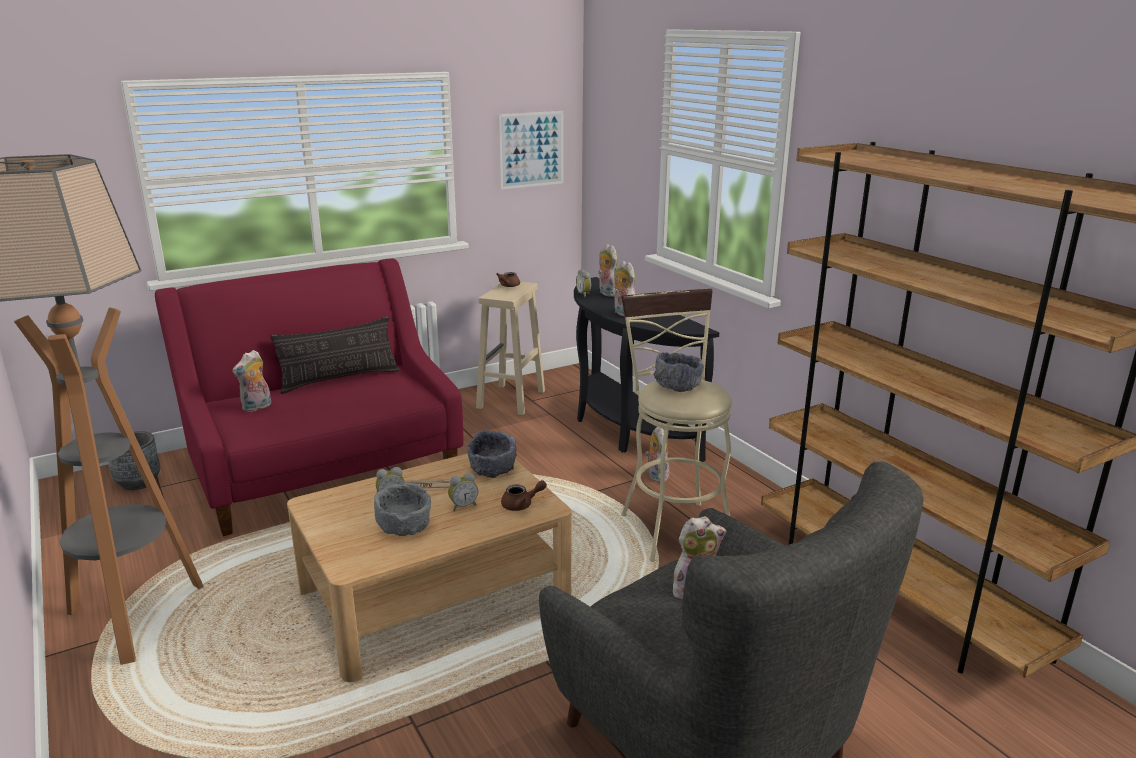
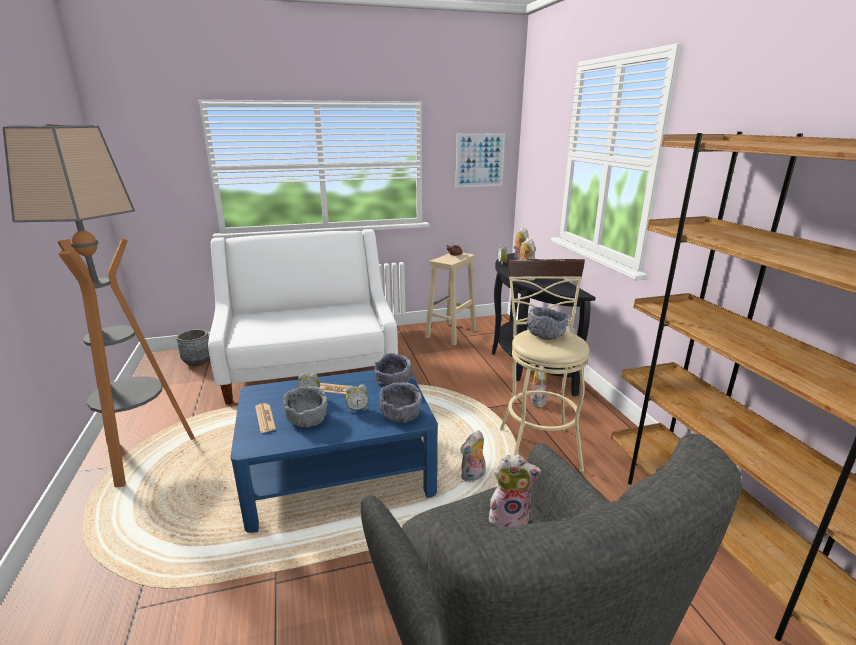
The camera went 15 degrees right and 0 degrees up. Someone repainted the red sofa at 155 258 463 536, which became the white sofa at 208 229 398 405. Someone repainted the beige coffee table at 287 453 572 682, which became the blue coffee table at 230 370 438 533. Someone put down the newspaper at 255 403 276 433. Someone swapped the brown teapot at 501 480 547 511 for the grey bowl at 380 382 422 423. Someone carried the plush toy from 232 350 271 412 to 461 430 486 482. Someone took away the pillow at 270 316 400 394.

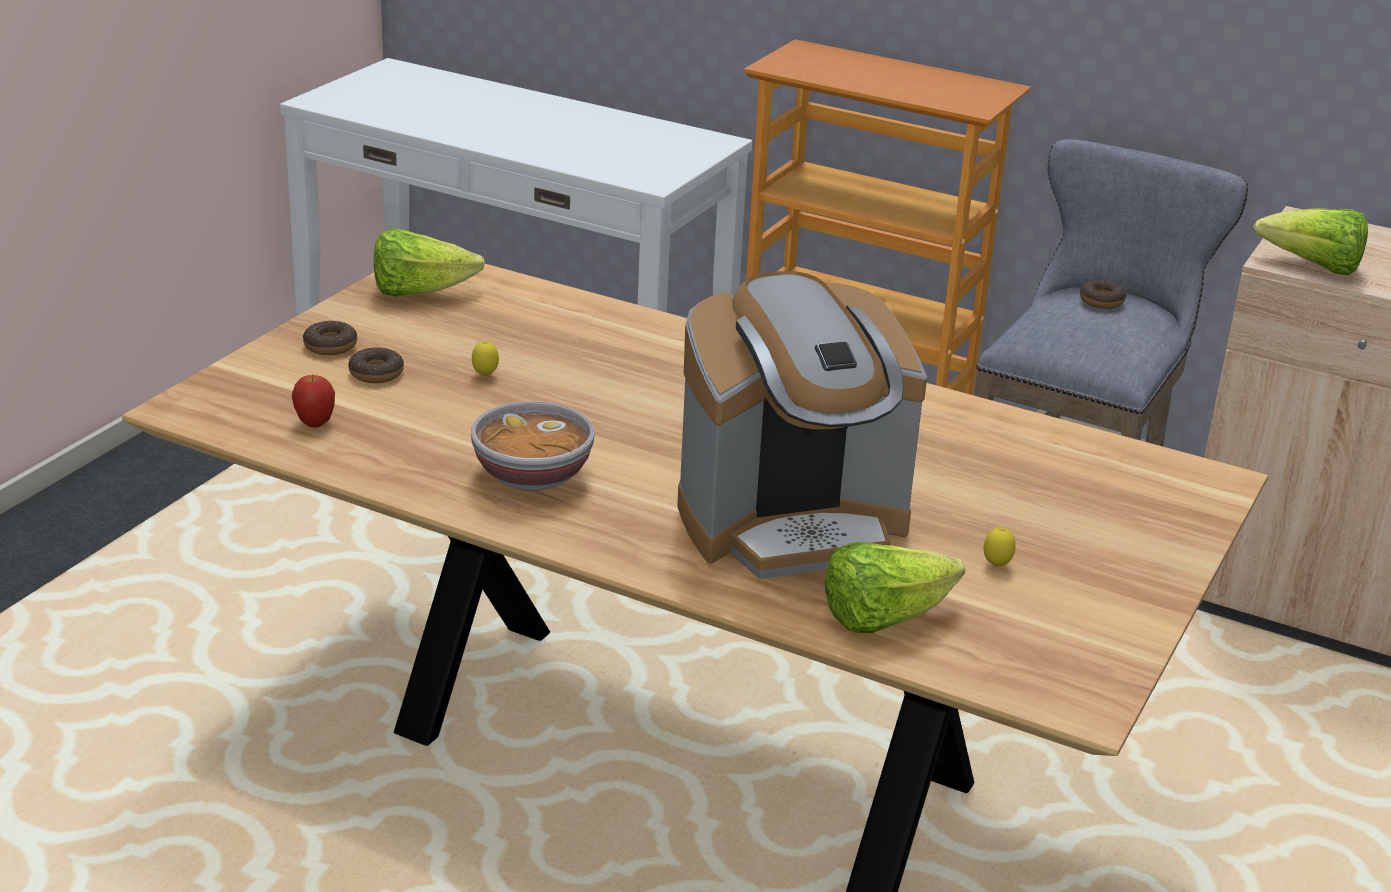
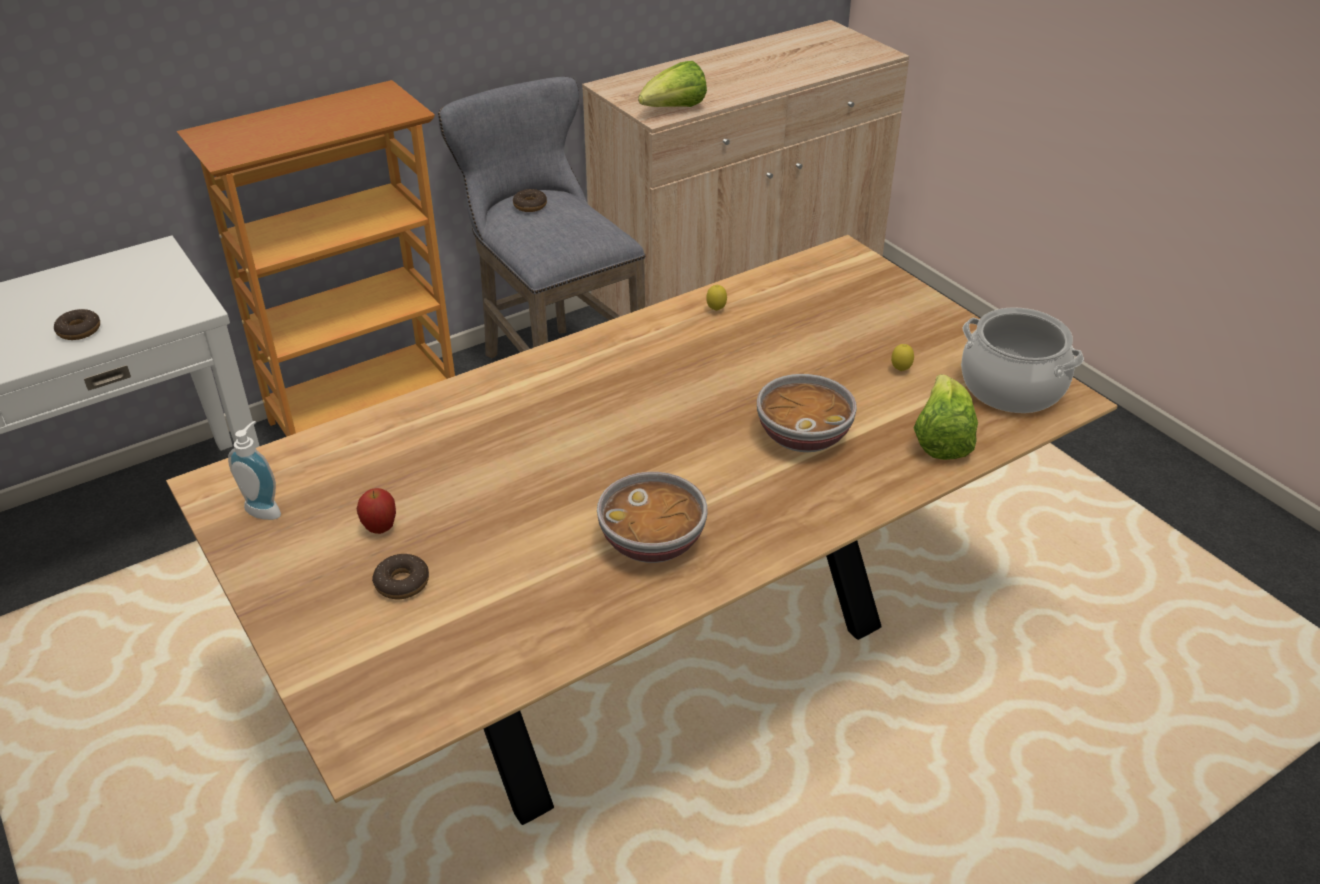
The camera went 60 degrees left and 10 degrees up. Someone carried the donut from 303 321 357 355 to 54 309 100 340. Someone swapped the lettuce at 374 228 485 297 for the soap dispenser at 228 421 281 520. Someone carried the apple from 292 374 335 427 to 357 488 396 534. Someone carried the lemon from 472 341 499 376 to 706 285 727 311. Someone swapped the coffee machine at 677 271 927 579 for the bowl at 757 374 857 452. Someone put down the cooking pot at 961 307 1084 413.

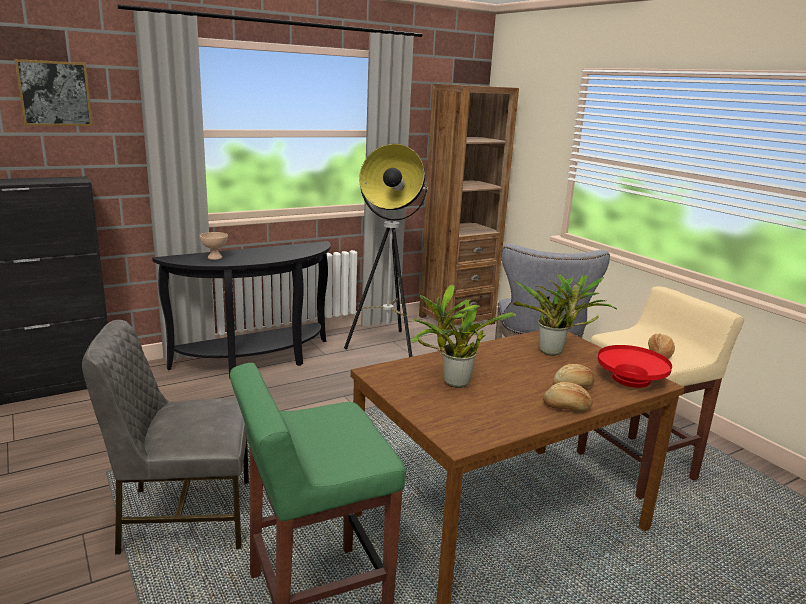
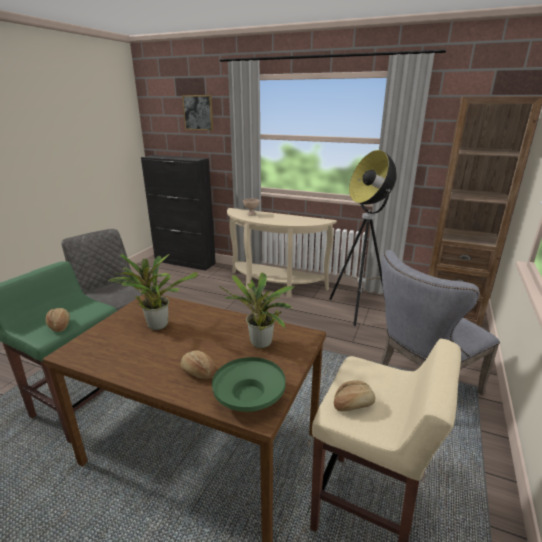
The camera went 55 degrees right and 5 degrees up. Someone carried the bread from 543 382 593 411 to 45 308 70 332. Someone repainted the red bowl at 598 345 672 388, which became the green bowl at 212 357 286 412. Someone repainted the black console table at 152 241 331 379, which became the beige console table at 227 208 337 298.

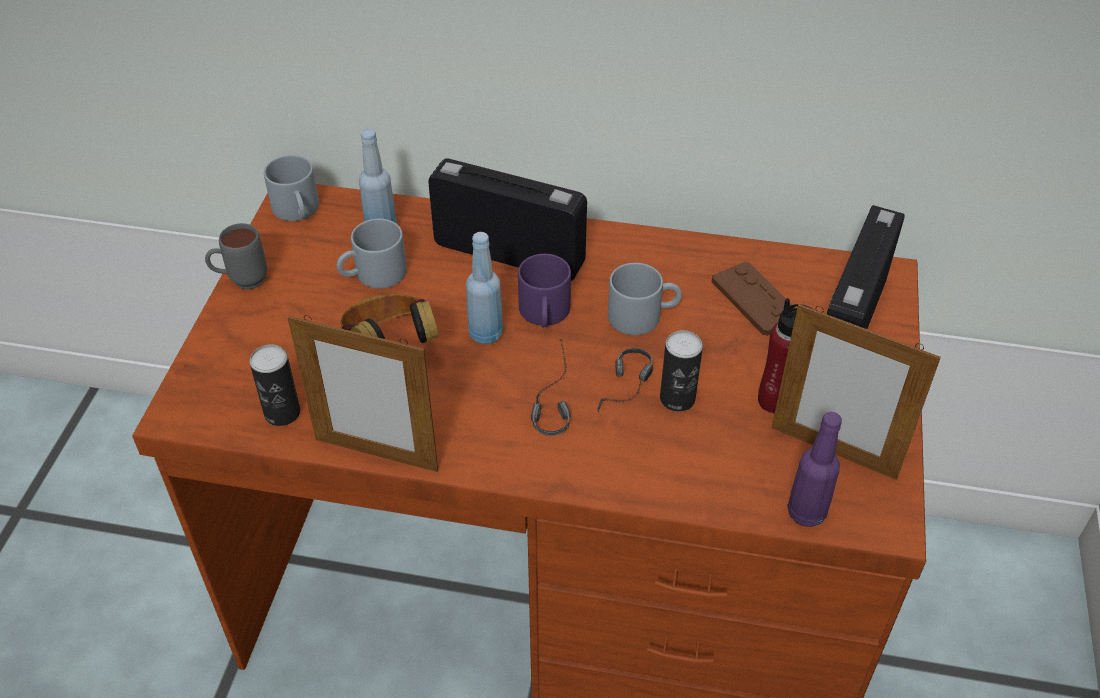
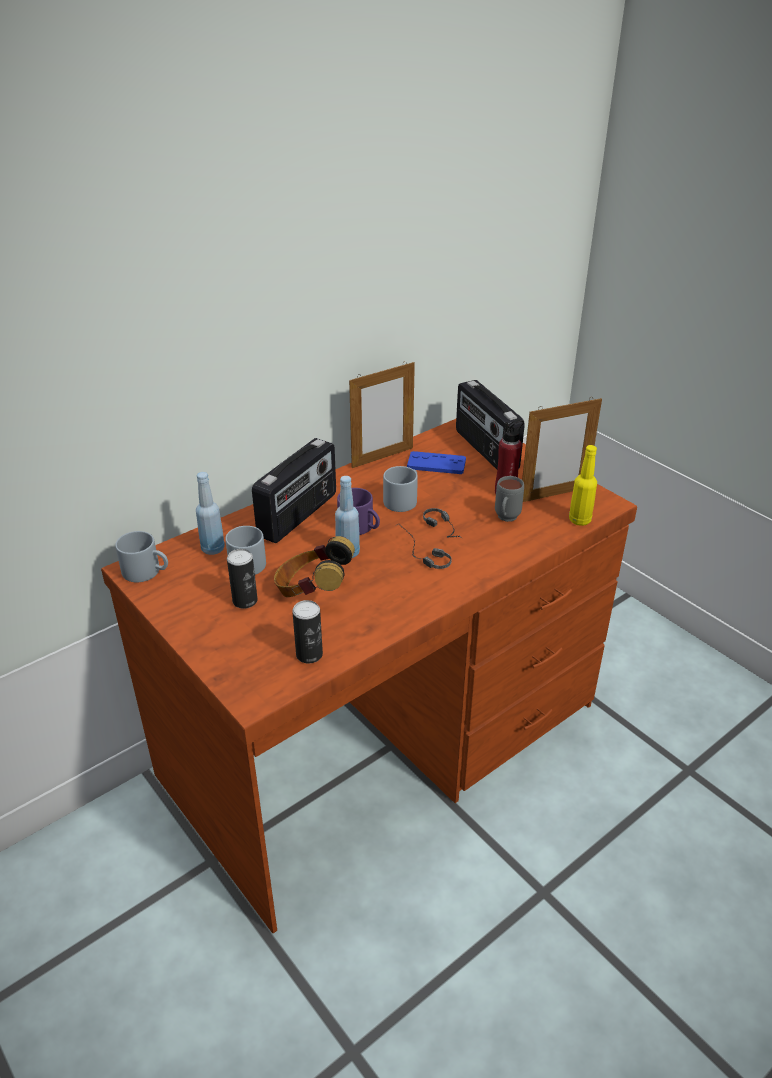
The camera went 50 degrees left and 10 degrees down. Someone carried the can from 660 330 703 412 to 227 549 258 609. Someone rotated the radio at 428 159 587 281 by 150 degrees clockwise. Someone carried the picture frame from 287 315 438 472 to 349 361 415 468. Someone repainted the brown game controller at 712 261 795 336, which became the blue game controller at 407 451 466 474. Someone carried the grey mug from 205 223 267 290 to 495 476 524 522. Someone repainted the purple bottle at 787 412 842 527, which became the yellow bottle at 569 445 597 526.

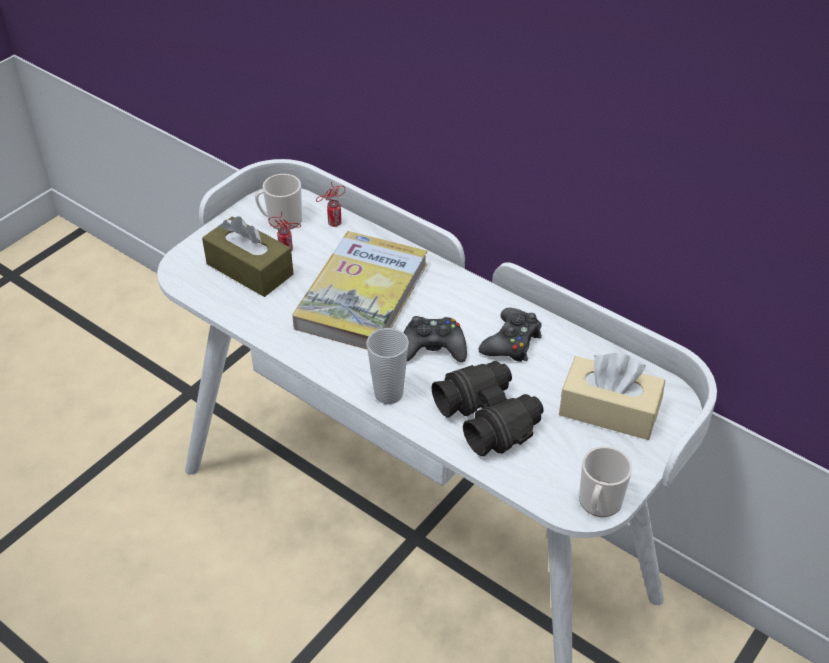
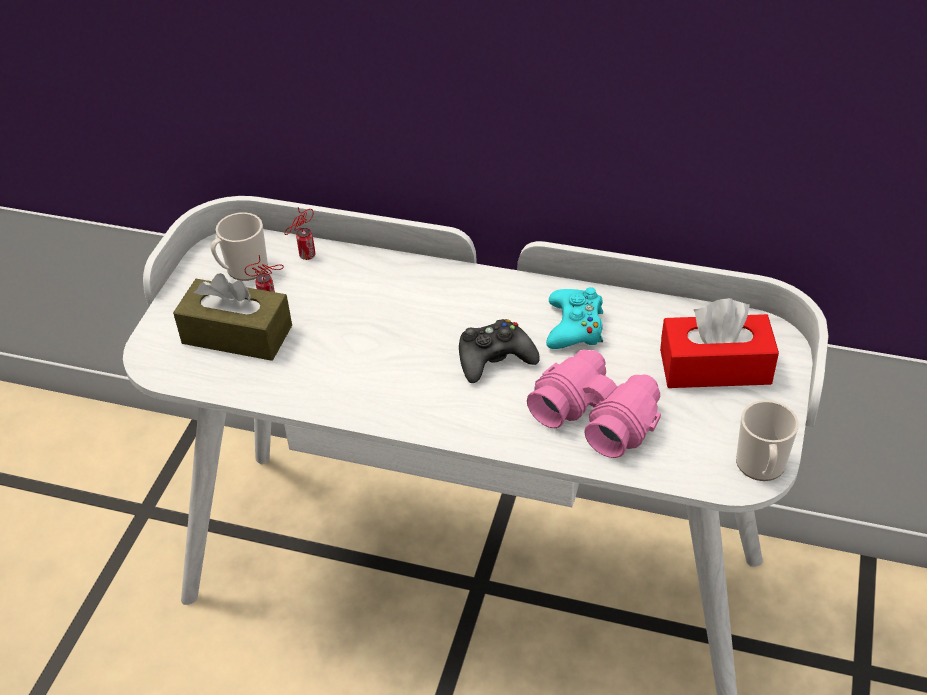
The camera went 20 degrees left and 0 degrees up. Someone repainted the black binoculars at 432 361 544 456, which became the pink binoculars at 527 350 661 458. Someone repainted the black game controller at 478 308 542 362, which became the turquoise game controller at 546 287 603 349. Someone repainted the beige tissue box at 559 353 665 440, which became the red tissue box at 660 298 779 388. Someone took away the book at 292 231 427 349. Someone took away the cup at 366 328 409 404.

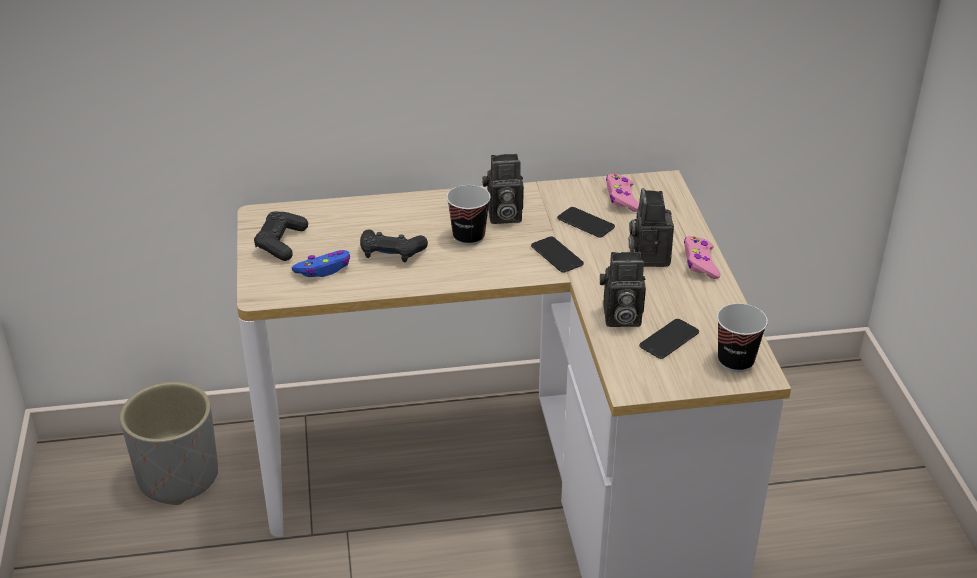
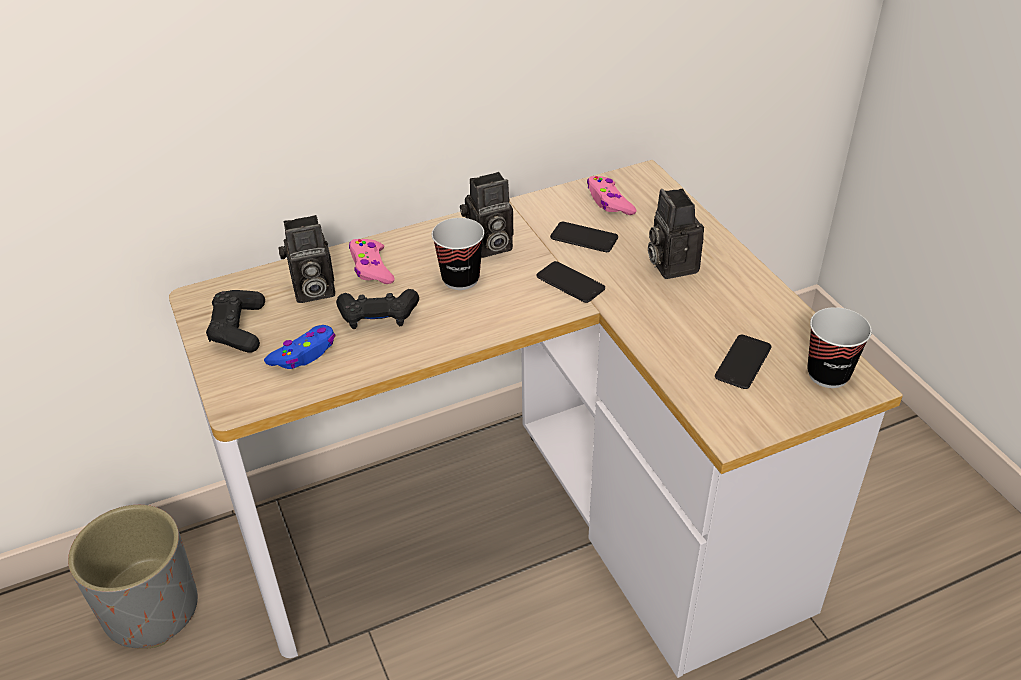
The camera went 15 degrees left and 5 degrees up. Someone carried the photo camera from 599 252 646 327 to 278 215 335 303. Someone carried the pink game controller from 684 236 720 279 to 349 239 394 284.

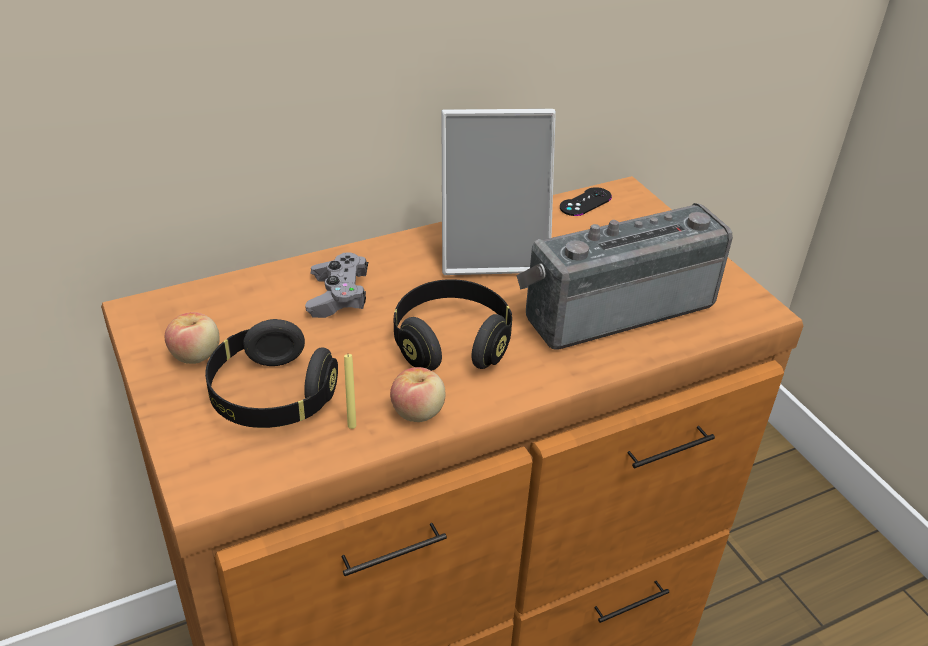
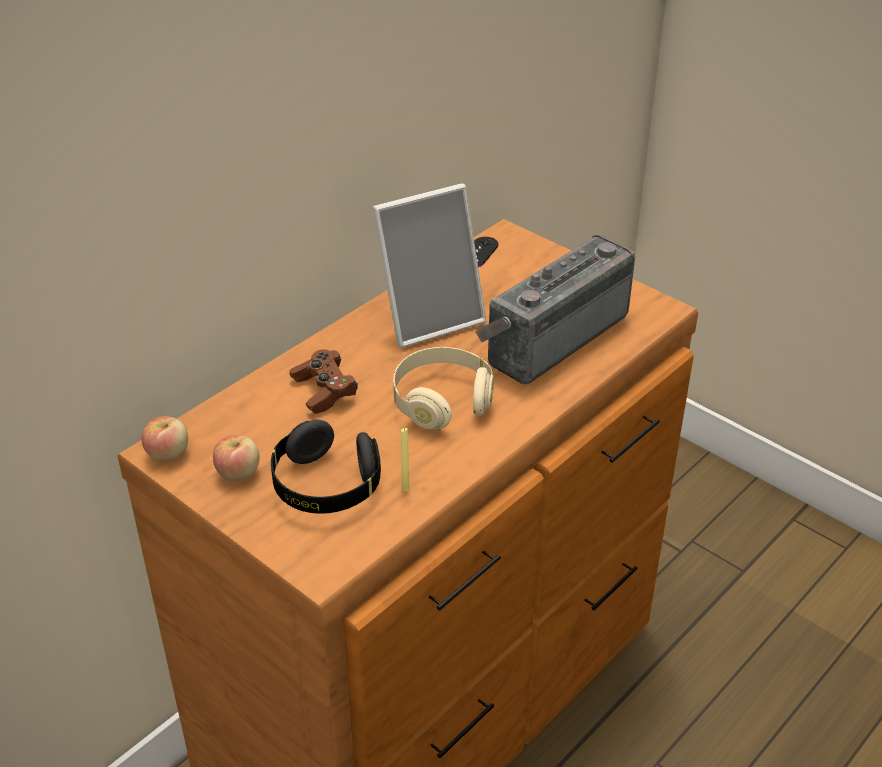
The camera went 20 degrees left and 0 degrees up. Someone carried the apple from 390 367 445 422 to 142 416 188 462. Someone repainted the grey game controller at 305 252 368 318, which became the brown game controller at 289 349 358 414. Someone repainted the black headphones at 394 279 512 371, which became the beige headphones at 393 347 494 430.

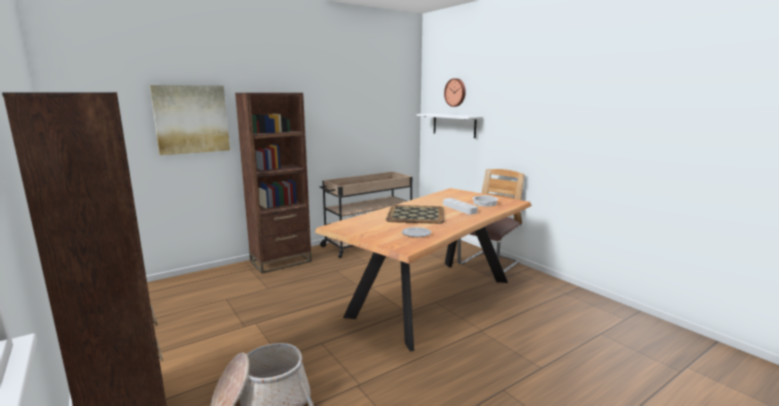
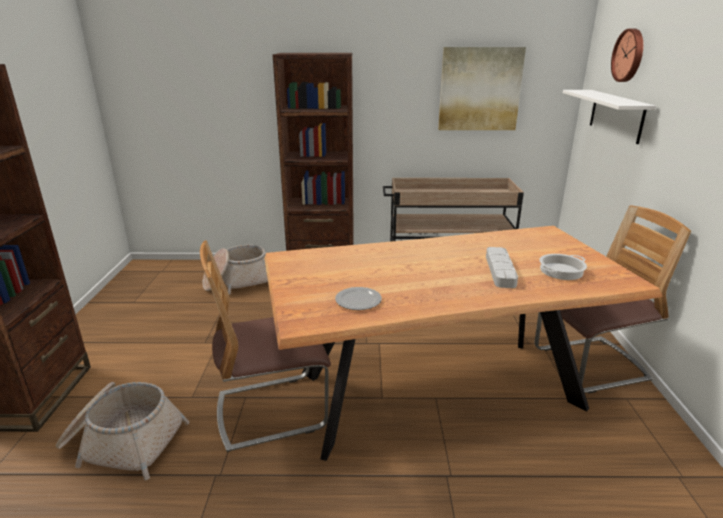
The camera went 35 degrees right and 10 degrees up. Someone put down the chair at 200 240 331 452. Someone put down the basket at 202 245 268 294. Someone carried the picture from 150 85 230 155 to 438 47 526 130. Someone took away the tray at 386 205 444 224.

